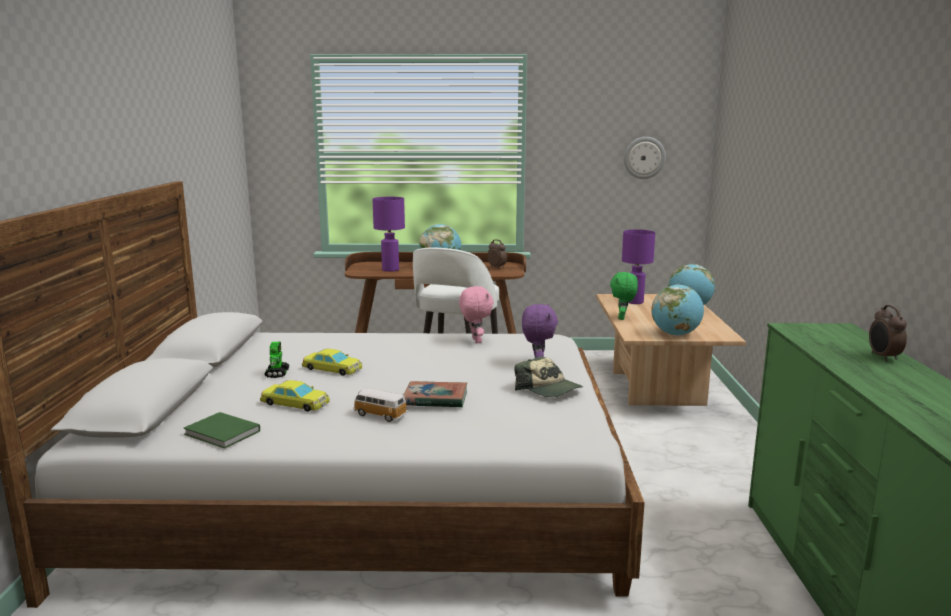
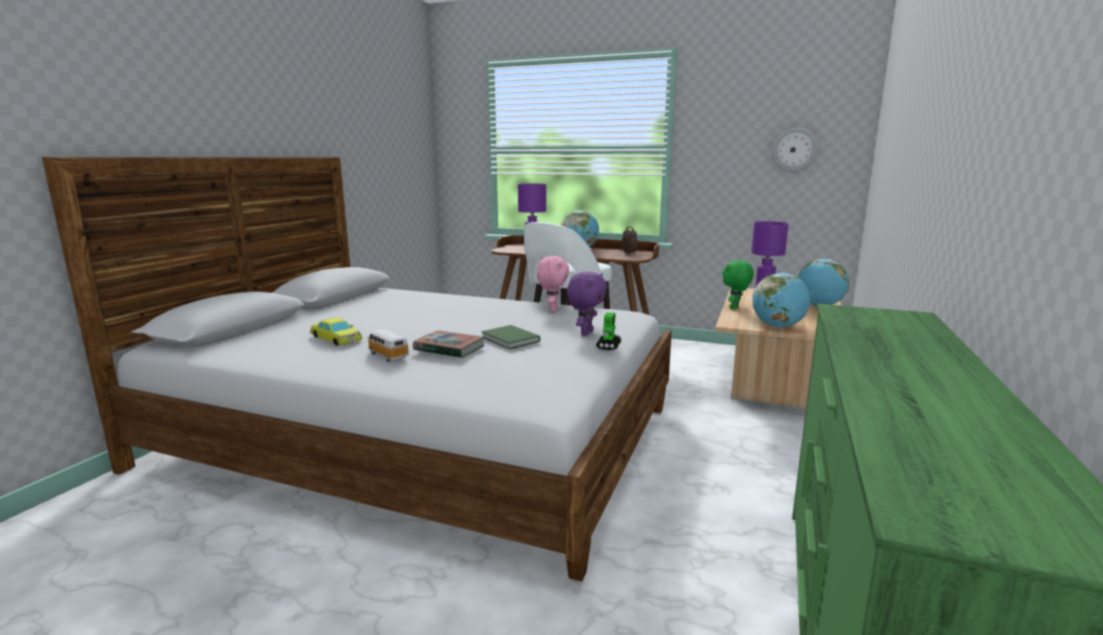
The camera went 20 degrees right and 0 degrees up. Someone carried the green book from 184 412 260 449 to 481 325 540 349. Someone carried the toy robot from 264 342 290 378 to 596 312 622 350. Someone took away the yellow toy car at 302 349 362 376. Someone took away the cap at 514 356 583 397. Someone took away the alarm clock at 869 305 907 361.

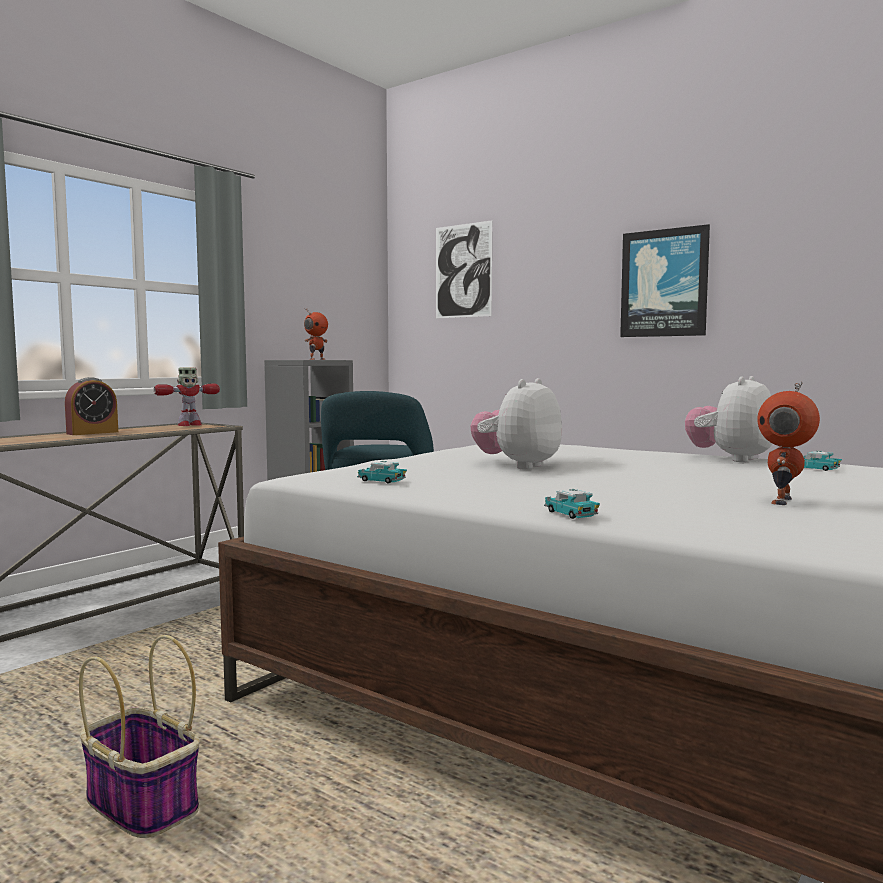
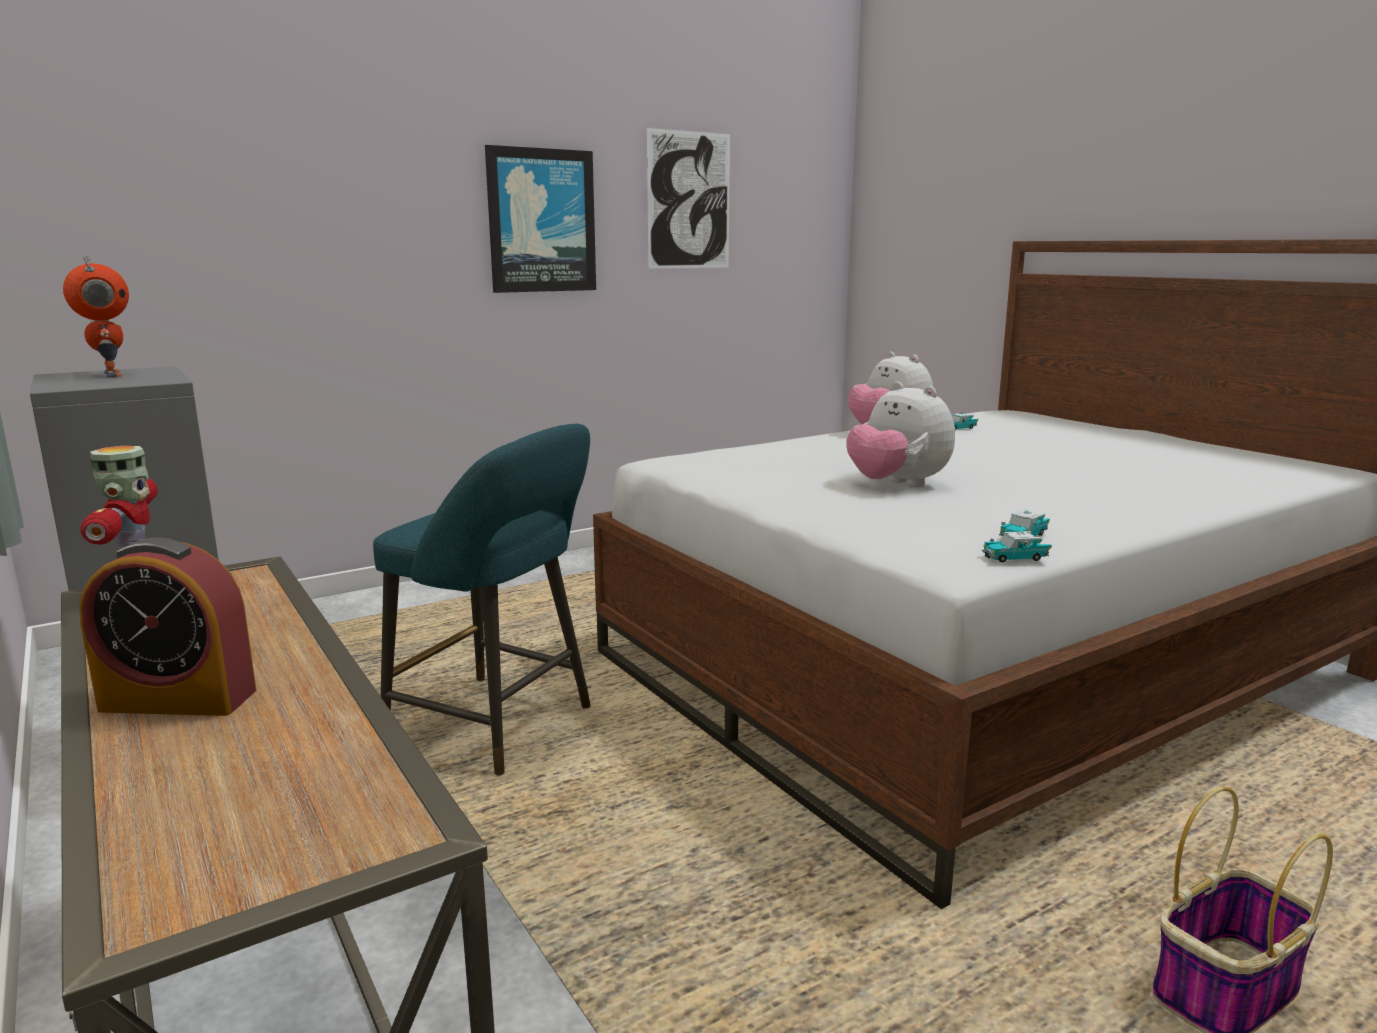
The camera went 70 degrees left and 10 degrees up. Someone rotated the alarm clock at 65 377 118 435 by 120 degrees clockwise. Someone carried the picture from 436 220 492 318 to 646 128 730 269. Someone carried the toy car from 544 489 600 519 to 982 531 1052 562. Someone took away the toy robot at 757 381 820 505.

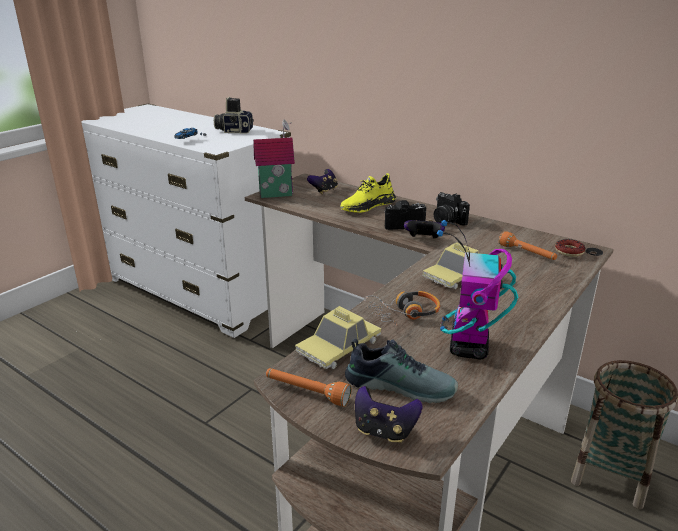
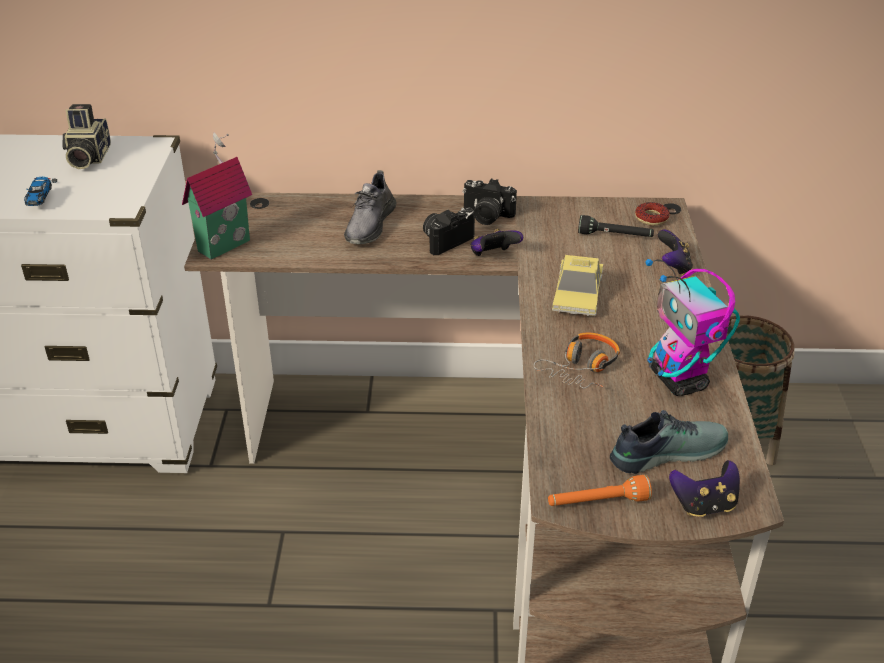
The camera went 35 degrees left and 10 degrees up. Someone rotated the photo camera at 214 97 254 133 by 60 degrees counterclockwise. Someone repainted the yellow shoe at 340 173 396 213, which became the grey shoe at 344 170 397 244. Someone repainted the orange flashlight at 499 231 557 260, which became the black flashlight at 578 215 654 237. Someone carried the game controller from 307 169 338 194 to 658 229 693 276. Someone took away the toy car at 295 306 381 369.

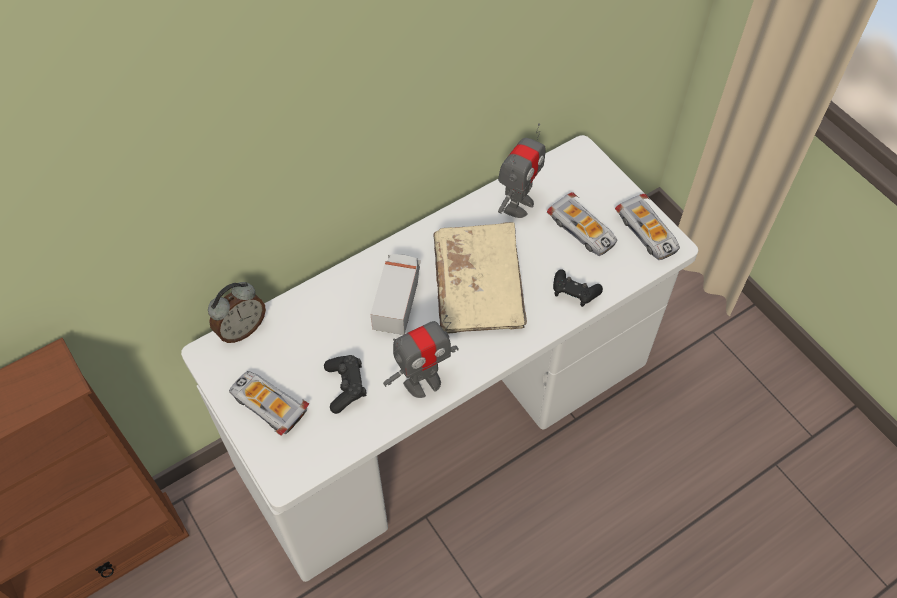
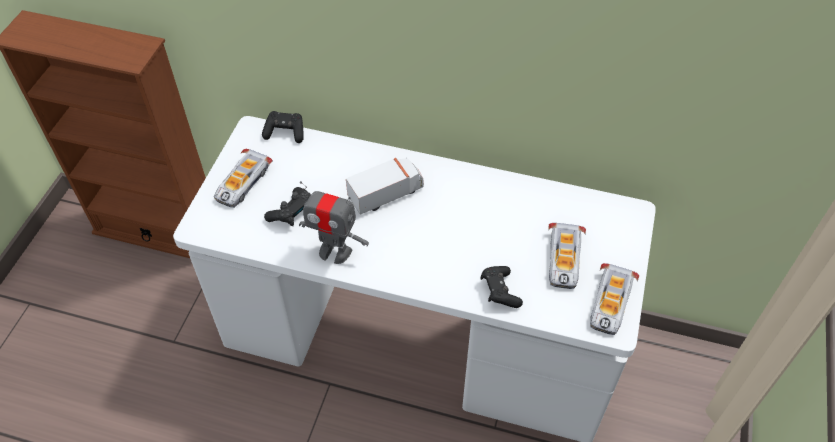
The camera went 50 degrees right and 5 degrees down. Someone rotated the toy car at 229 371 309 436 by 150 degrees counterclockwise. Someone swapped the alarm clock at 208 282 266 343 for the black game controller at 262 111 304 143. Someone took away the beige book at 433 222 527 333. Someone took away the toy robot at 498 123 546 218.

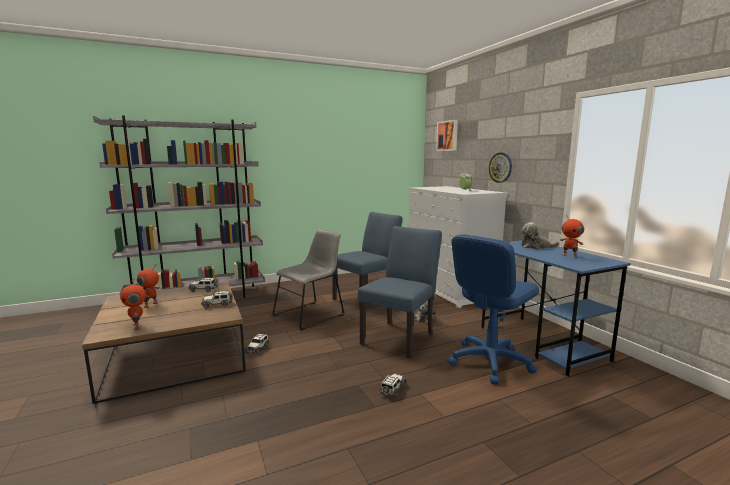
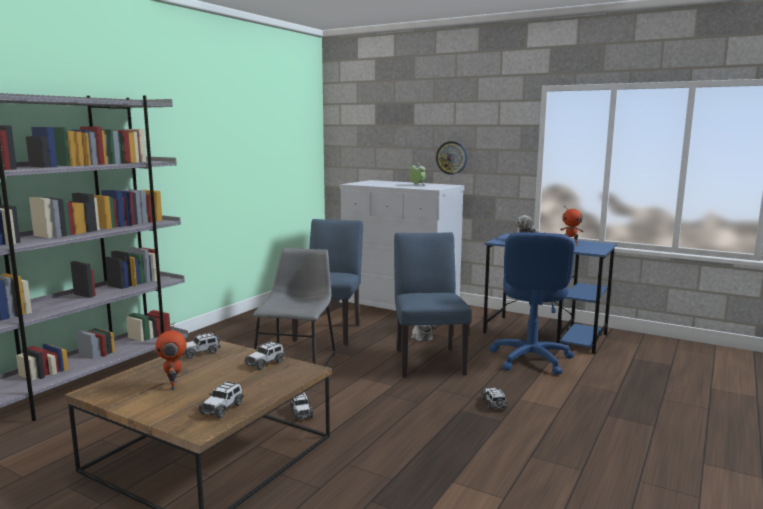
The camera went 35 degrees left and 0 degrees up. Someone swapped the toy robot at 120 280 146 330 for the toy car at 198 381 244 418. Someone took away the picture at 436 120 458 151.

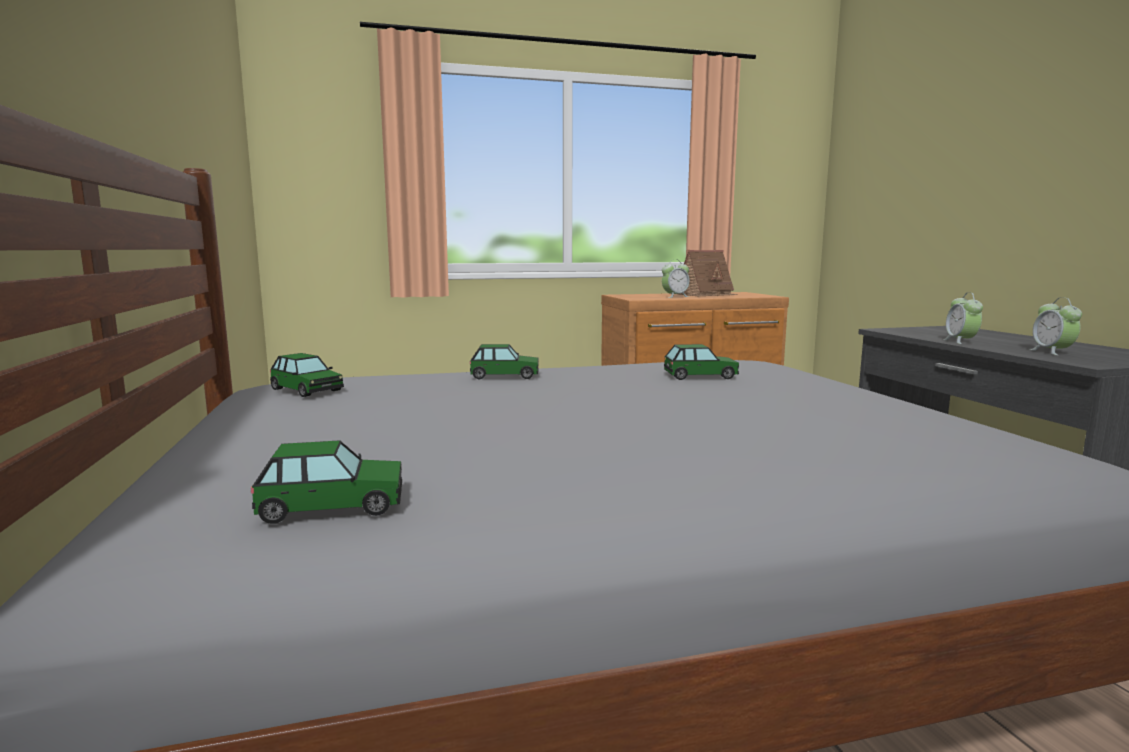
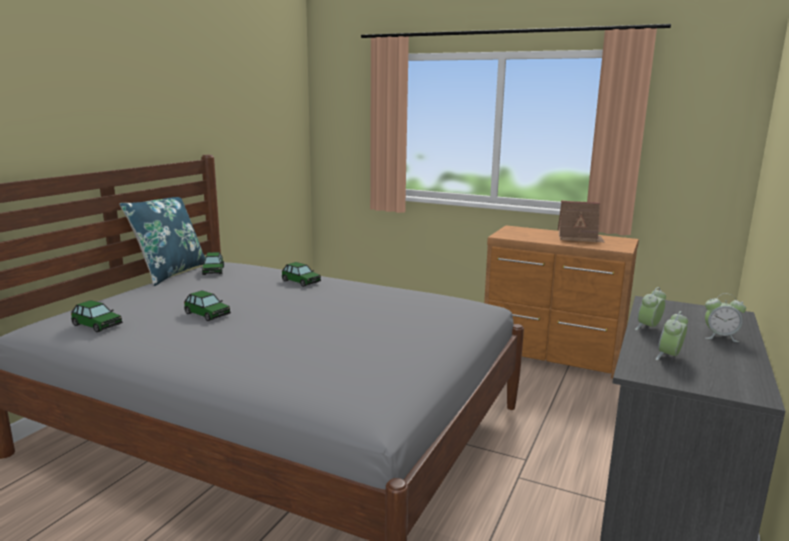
The camera went 40 degrees right and 5 degrees up. Someone put down the blue pillow at 119 197 206 286. Someone carried the toy car from 664 344 739 380 to 184 291 231 321. Someone carried the alarm clock from 662 259 690 298 to 705 294 746 342.

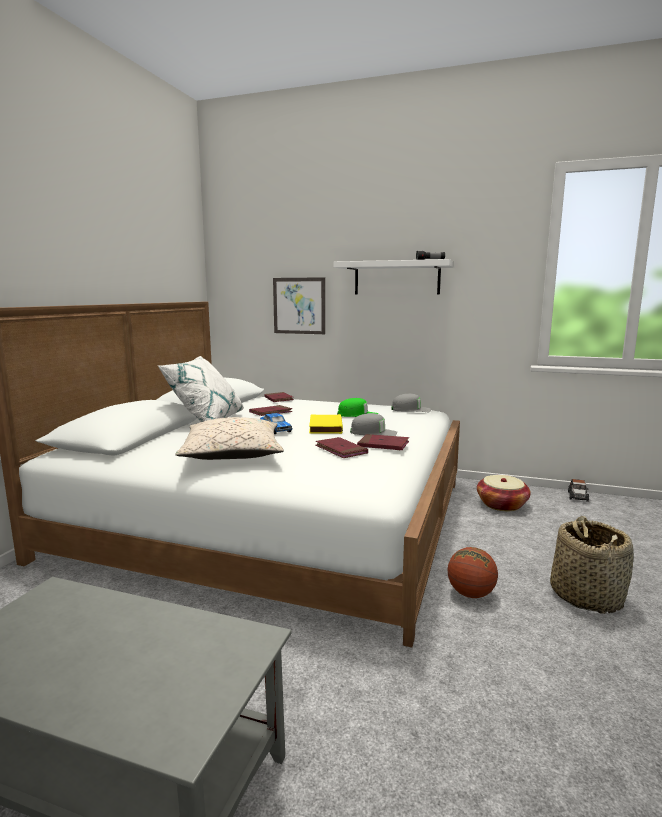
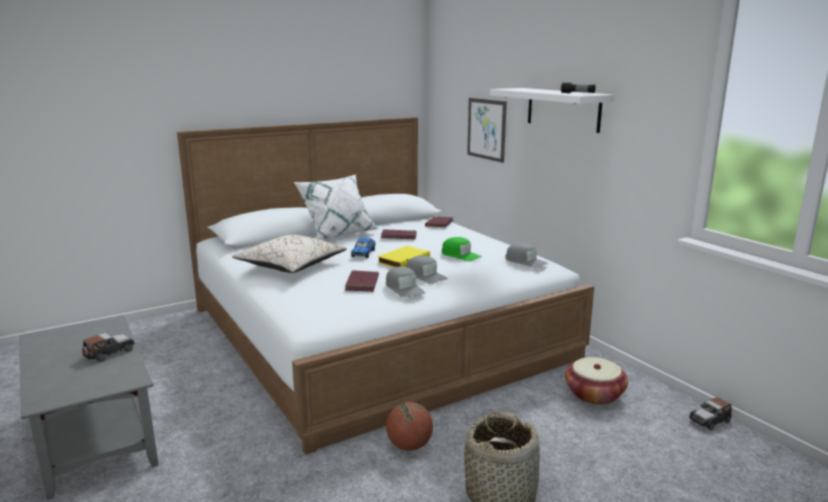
The camera went 40 degrees right and 5 degrees up. Someone put down the toy car at 82 333 135 362. Someone swapped the red book at 357 434 409 450 for the grey cap at 386 267 425 298.

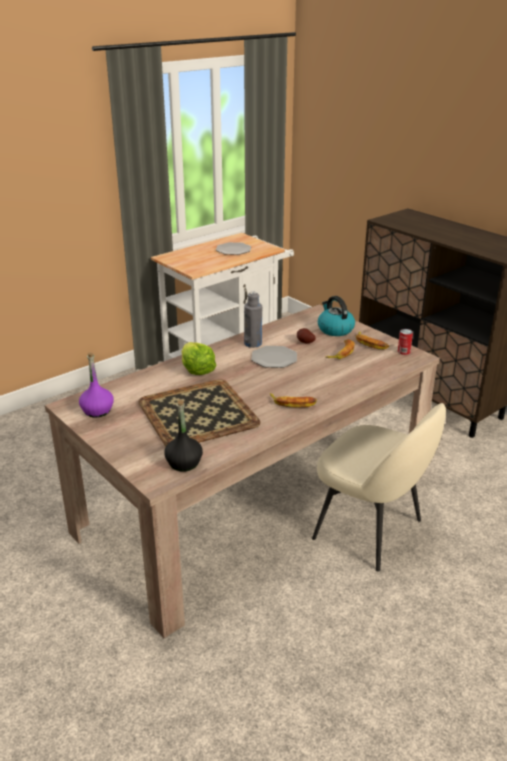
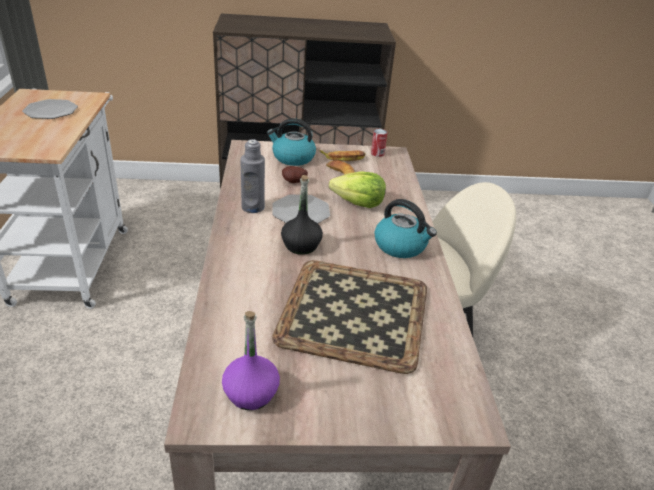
The camera went 55 degrees left and 5 degrees up. Someone carried the black bottle from 164 400 203 472 to 281 175 323 255. Someone carried the lettuce from 181 342 216 375 to 329 171 386 208. Someone swapped the banana at 270 393 317 407 for the kettle at 375 199 437 258.

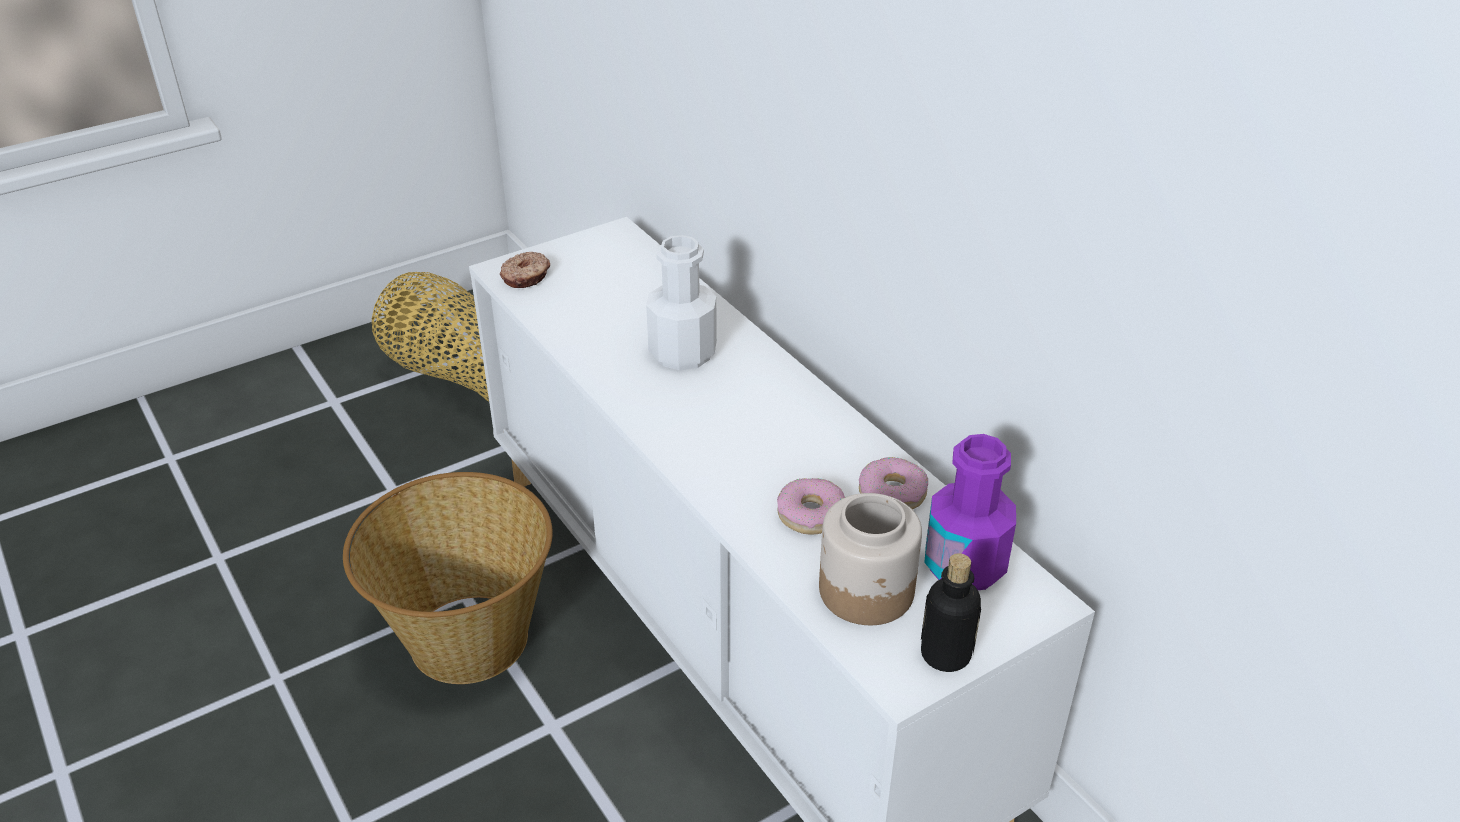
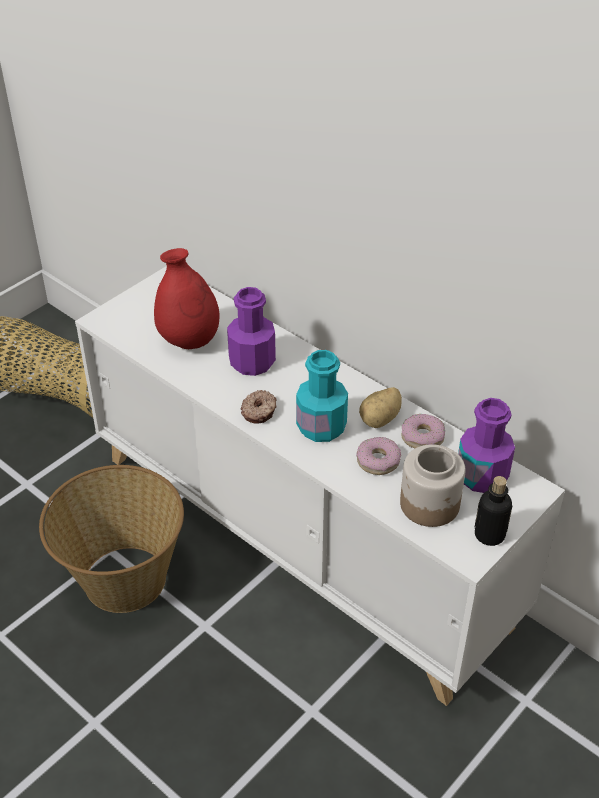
The camera went 15 degrees left and 5 degrees up. Someone put down the red vase at 154 248 220 349. Someone repainted the white bottle at 646 235 717 370, which became the purple bottle at 227 287 276 376. Someone carried the donut from 500 252 550 288 to 241 390 276 424. Someone put down the turquoise bottle at 296 350 348 442. Someone put down the potato at 359 387 402 428.

